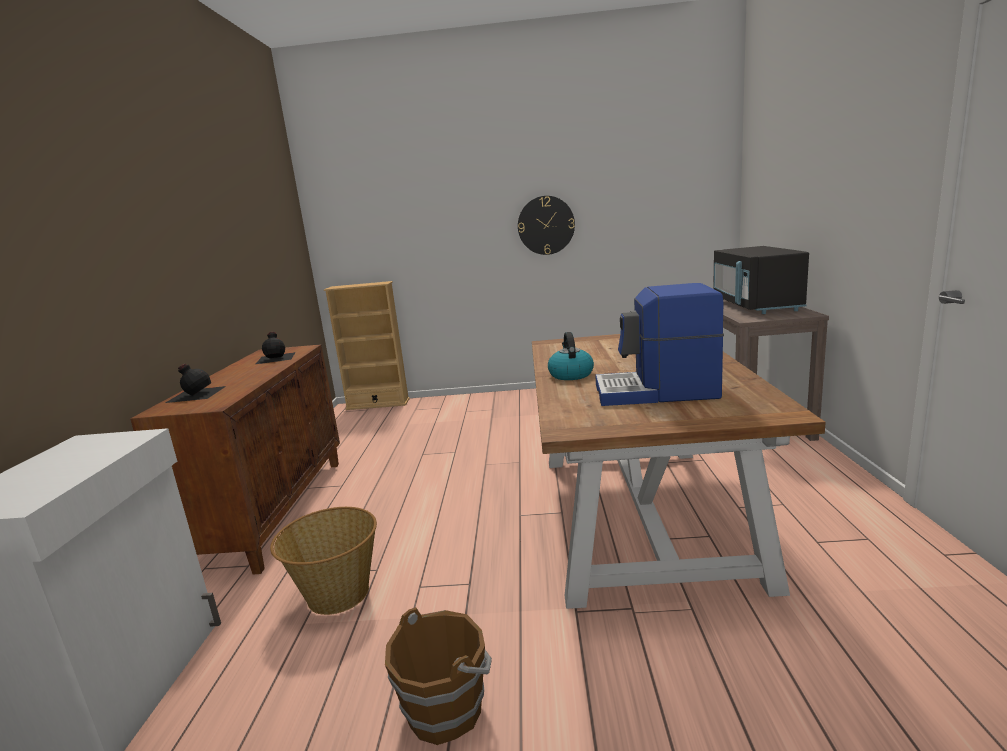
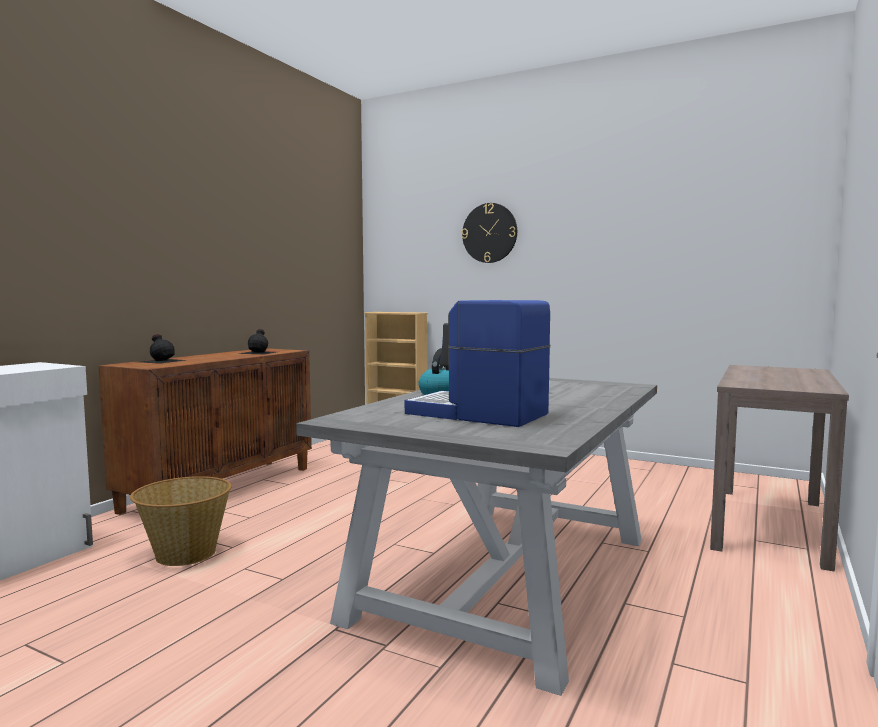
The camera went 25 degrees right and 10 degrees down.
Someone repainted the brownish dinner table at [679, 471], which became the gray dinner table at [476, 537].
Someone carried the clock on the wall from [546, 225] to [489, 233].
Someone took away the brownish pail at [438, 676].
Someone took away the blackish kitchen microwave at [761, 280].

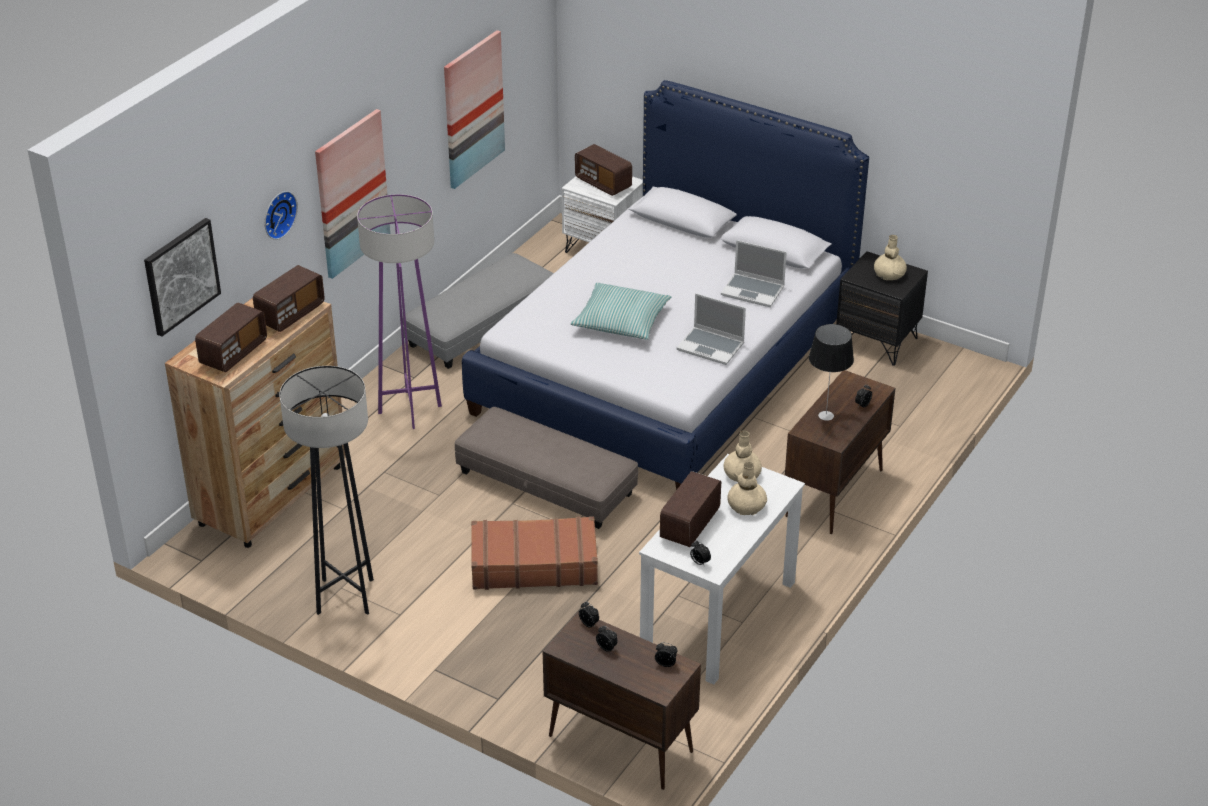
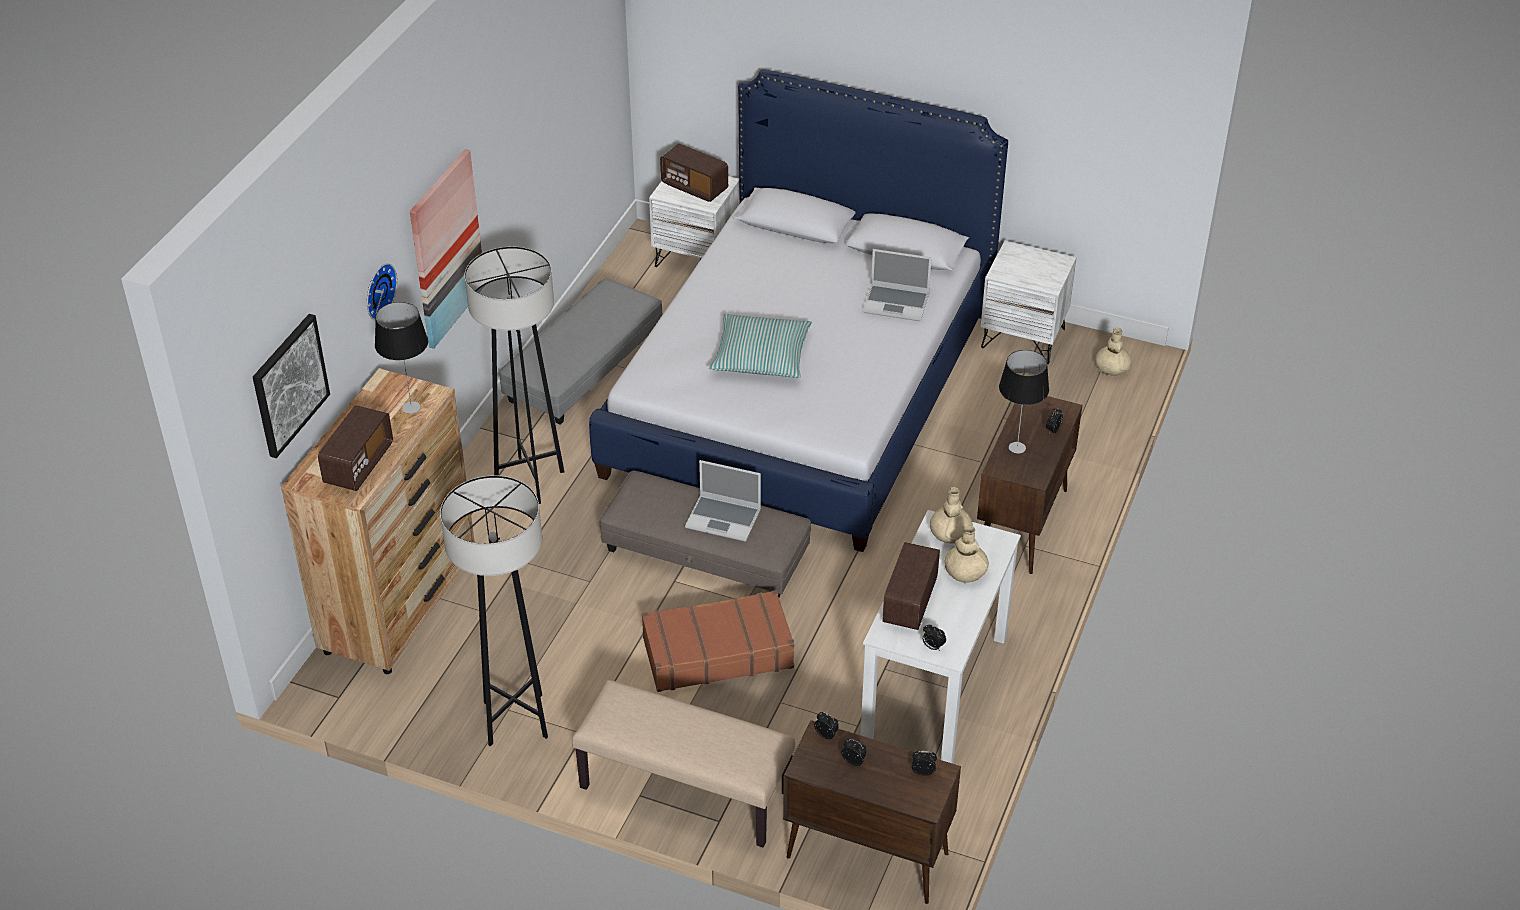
The camera went 10 degrees left and 5 degrees up.
Someone swapped the radio at [289, 298] for the lamp for a table at [401, 358].
Someone repainted the purple-coloured floor lamp at [399, 311], which became the blackish floor lamp at [514, 375].
Someone put down the sand-coloured indoor bench at [683, 763].
Someone carried the portable computer from [711, 329] to [723, 501].
Someone repainted the blackish night table at [882, 308], which became the whitish night table at [1029, 302].
Someone carried the sand-coloured flower vase from [890, 257] to [1113, 352].
Someone took away the picture at [474, 109].

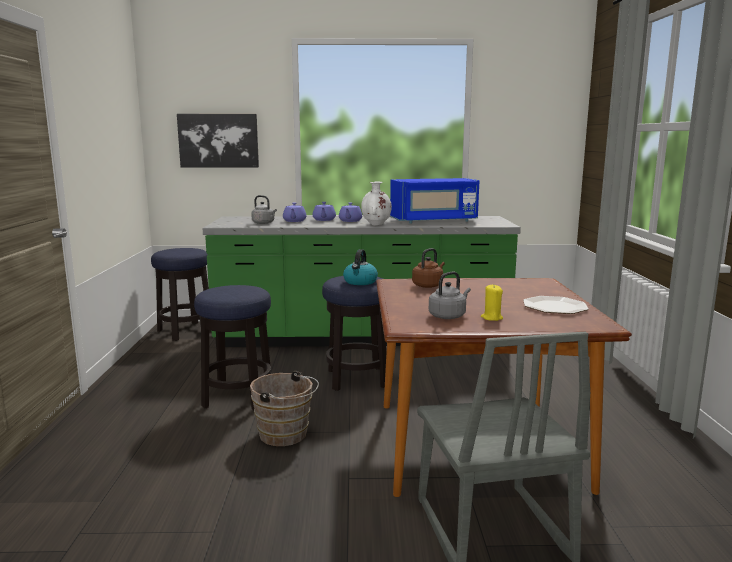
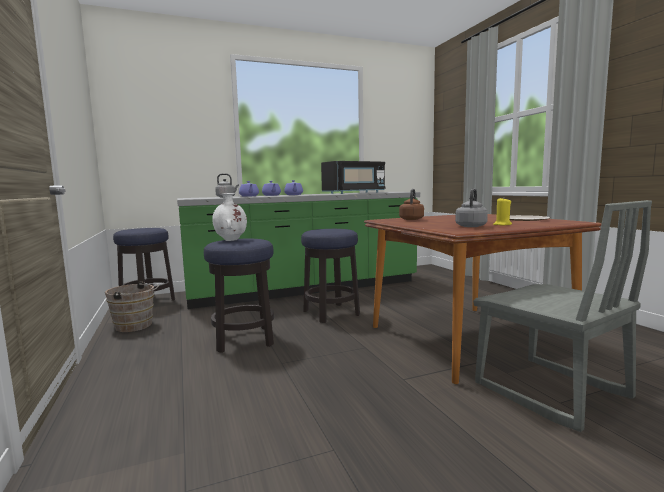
The camera went 20 degrees left and 5 degrees down.
Someone carried the brownish pail from [284, 408] to [132, 306].
Someone carried the whitish flower vase from [376, 203] to [229, 217].
Someone repainted the blue kitchen microwave at [434, 201], which became the blackish kitchen microwave at [353, 177].
Someone took away the picture at [218, 141].
Someone took away the tea kettle at [360, 267].

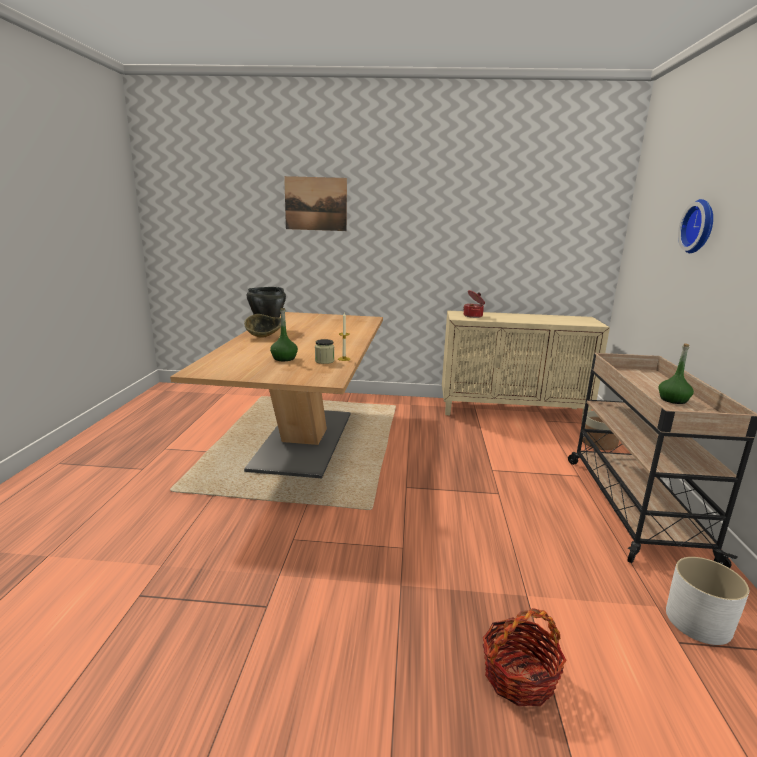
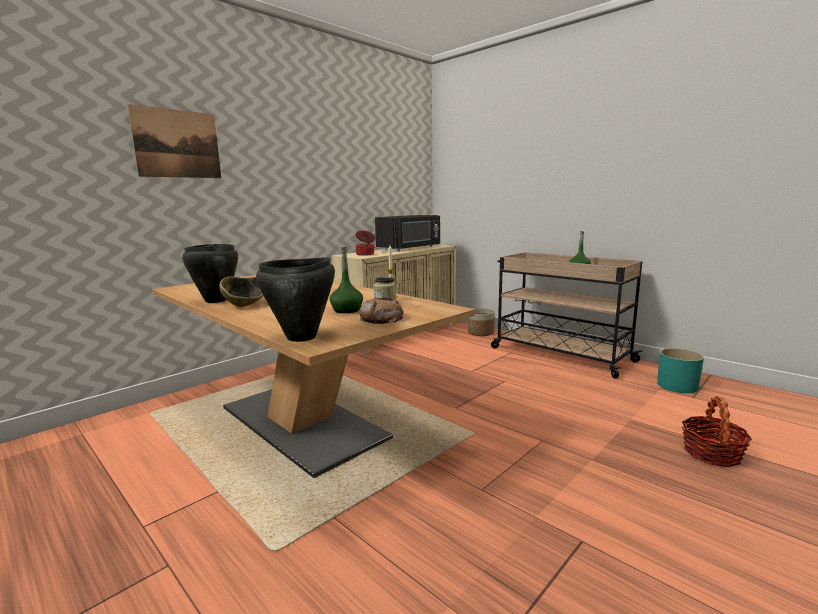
The camera went 50 degrees left and 5 degrees down.
Someone put down the blackish saucepot at [295, 299].
Someone put down the bread at [381, 310].
Someone put down the blackish kitchen microwave at [407, 233].
Someone repainted the whitish planter at [707, 601], which became the turquoise planter at [680, 370].
Someone took away the clock on the wall at [695, 226].

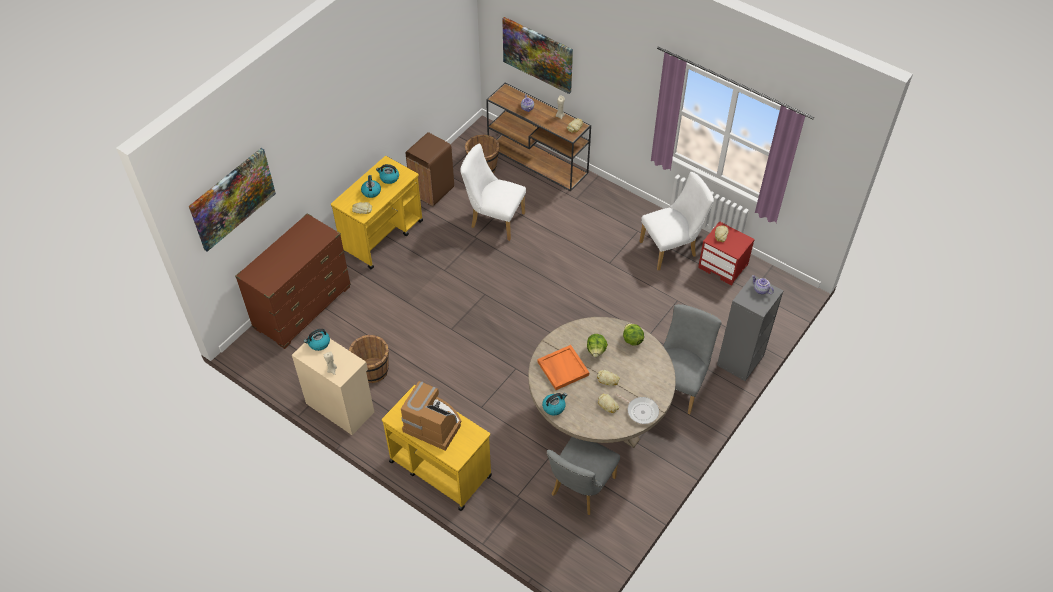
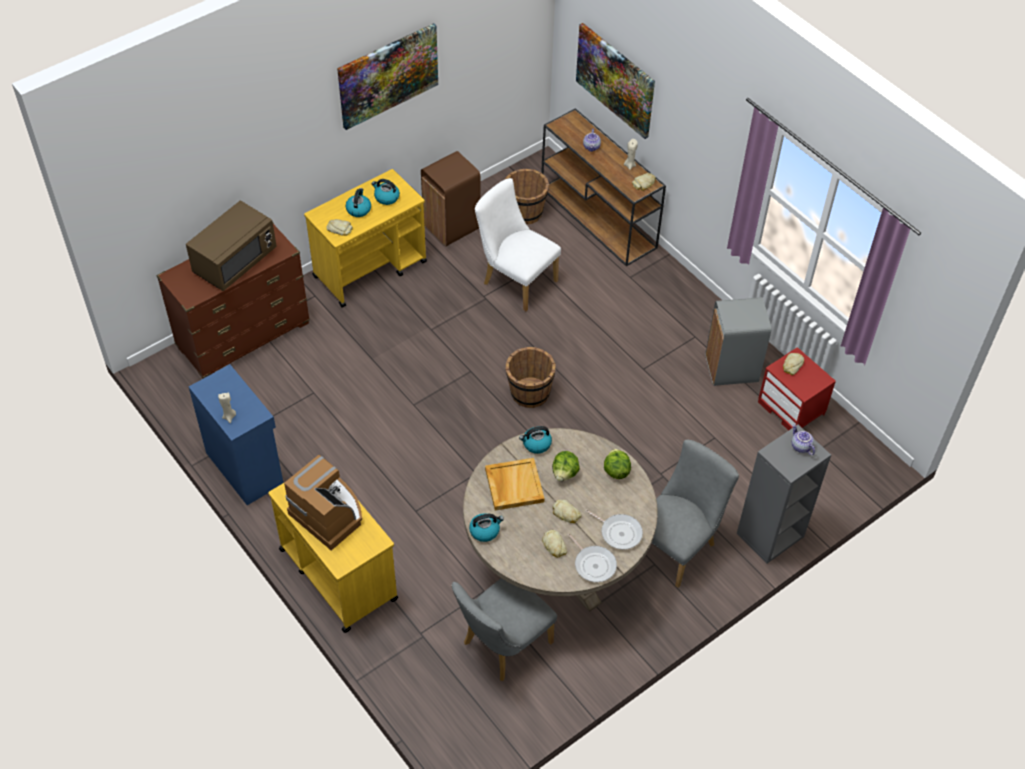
The camera went 15 degrees right and 0 degrees up.
Someone put down the brownish kitchen microwave at [231, 246].
Someone repainted the sand-coloured storage cabinet at [333, 387], which became the blue storage cabinet at [236, 434].
Someone carried the picture from [232, 200] to [387, 76].
Someone repainted the orangey tray at [563, 367], which became the sand-coloured tray at [515, 484].
Someone carried the brownish pail from [369, 359] to [531, 377].
Someone carried the tea kettle from [317, 340] to [535, 440].
Someone put down the skillet at [614, 529].
Someone swapped the whitish plain chair at [676, 221] for the gray waste bin at [738, 341].

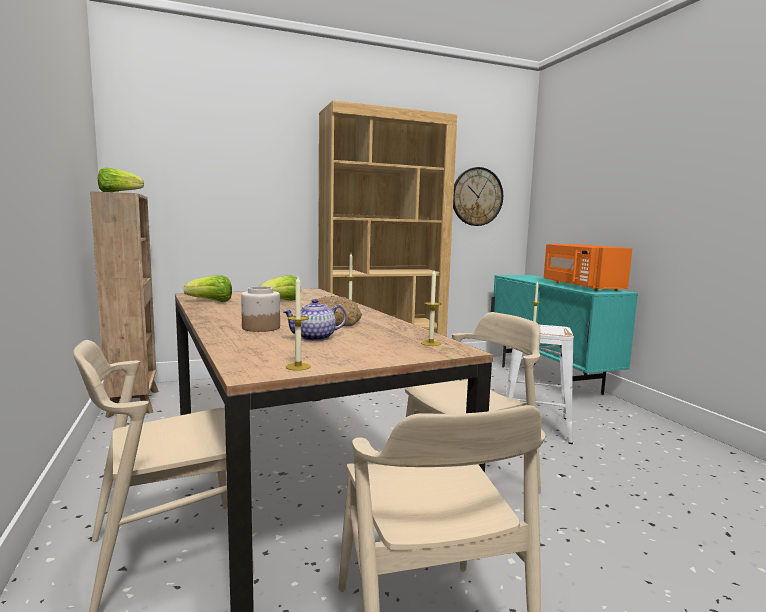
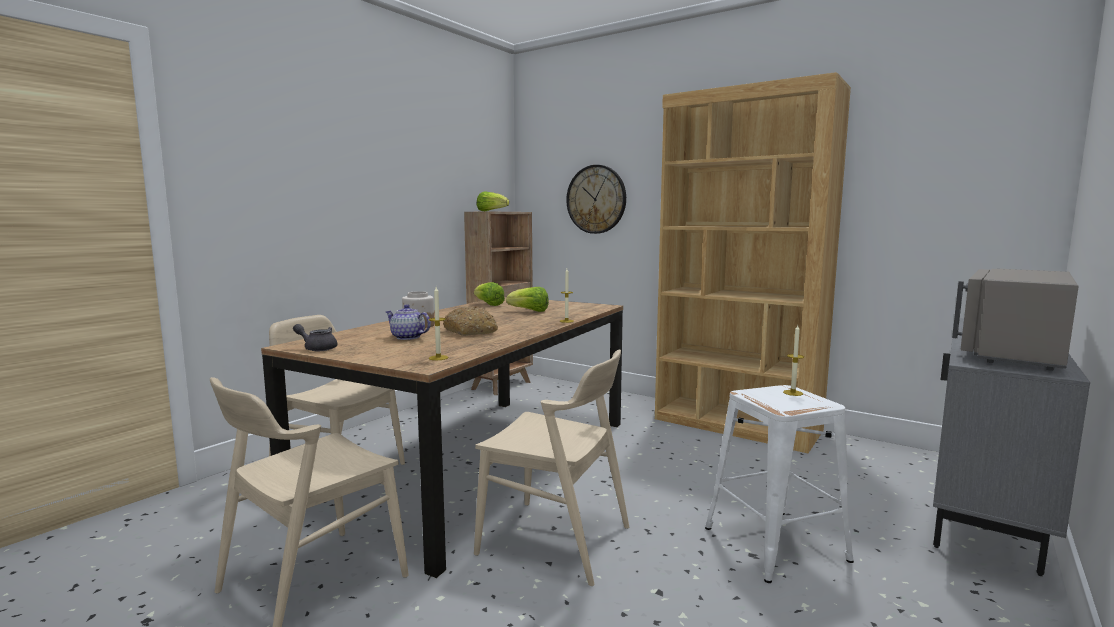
The camera went 55 degrees right and 0 degrees up.
Someone swapped the wax candle at [298, 323] for the gray pot for tea at [315, 337].
Someone carried the clock on the wall from [478, 196] to [596, 199].
Someone repainted the turquoise storage cabinet at [564, 335], which became the gray storage cabinet at [1011, 447].
Someone repainted the orangey kitchen microwave at [588, 267], which became the gray kitchen microwave at [1015, 319].

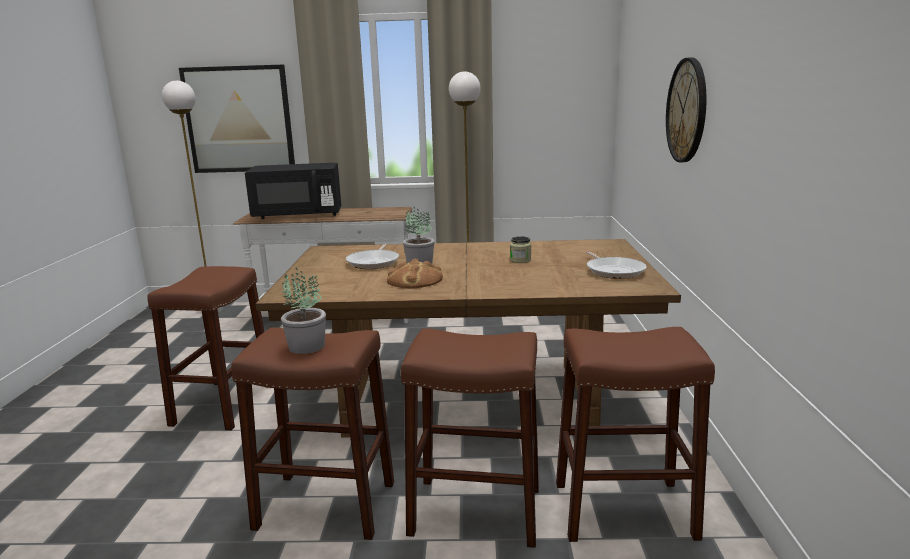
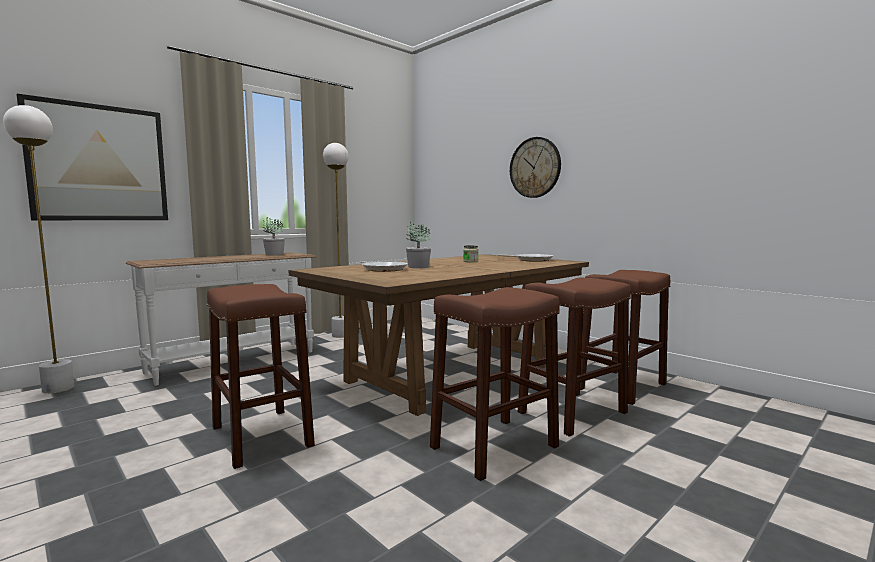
The camera went 45 degrees left and 10 degrees down.
Someone carried the houseplant from [303, 311] to [274, 236].
Someone took away the blackish kitchen microwave at [293, 191].
Someone took away the bread at [415, 273].

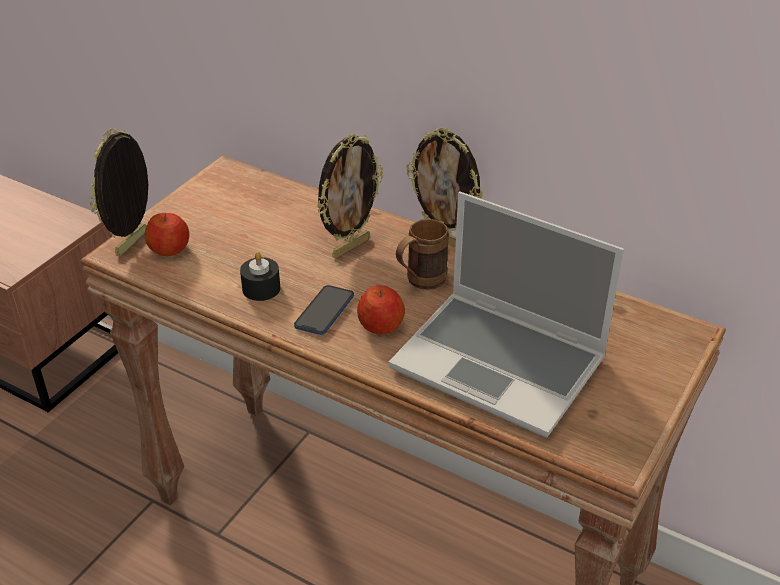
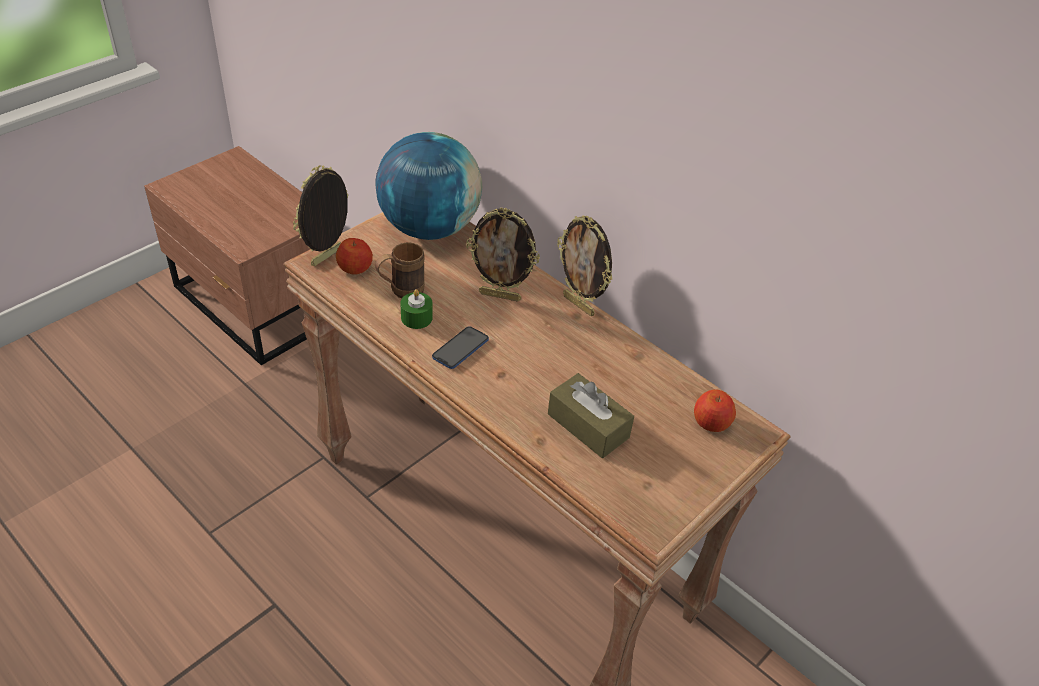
The camera went 10 degrees right and 5 degrees up.
Someone put down the globe at [428, 186].
Someone carried the brownish coffee mug from [422, 254] to [400, 270].
Someone repainted the blackish wax candle at [260, 276], which became the greenish wax candle at [417, 309].
Someone rotated the photo frame at [350, 196] by 45 degrees clockwise.
Someone swapped the portable computer at [506, 315] for the brownish tissue box at [591, 415].
Someone carried the whole apple from [381, 309] to [715, 410].

